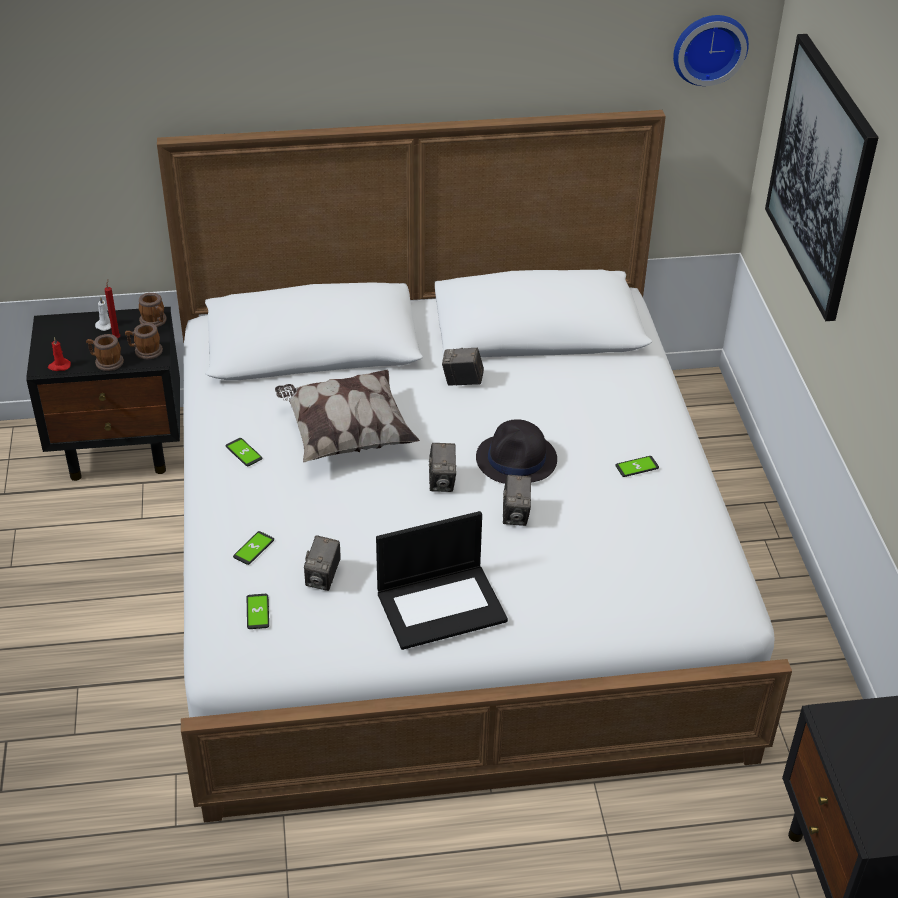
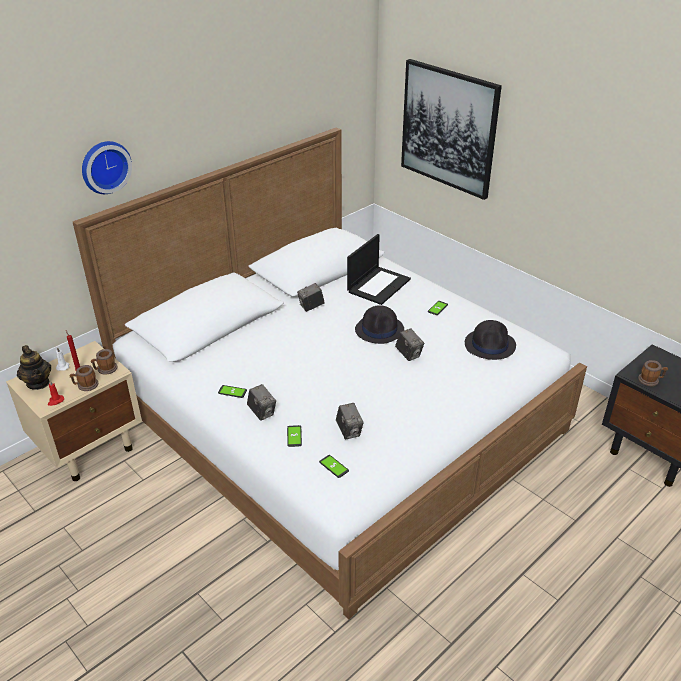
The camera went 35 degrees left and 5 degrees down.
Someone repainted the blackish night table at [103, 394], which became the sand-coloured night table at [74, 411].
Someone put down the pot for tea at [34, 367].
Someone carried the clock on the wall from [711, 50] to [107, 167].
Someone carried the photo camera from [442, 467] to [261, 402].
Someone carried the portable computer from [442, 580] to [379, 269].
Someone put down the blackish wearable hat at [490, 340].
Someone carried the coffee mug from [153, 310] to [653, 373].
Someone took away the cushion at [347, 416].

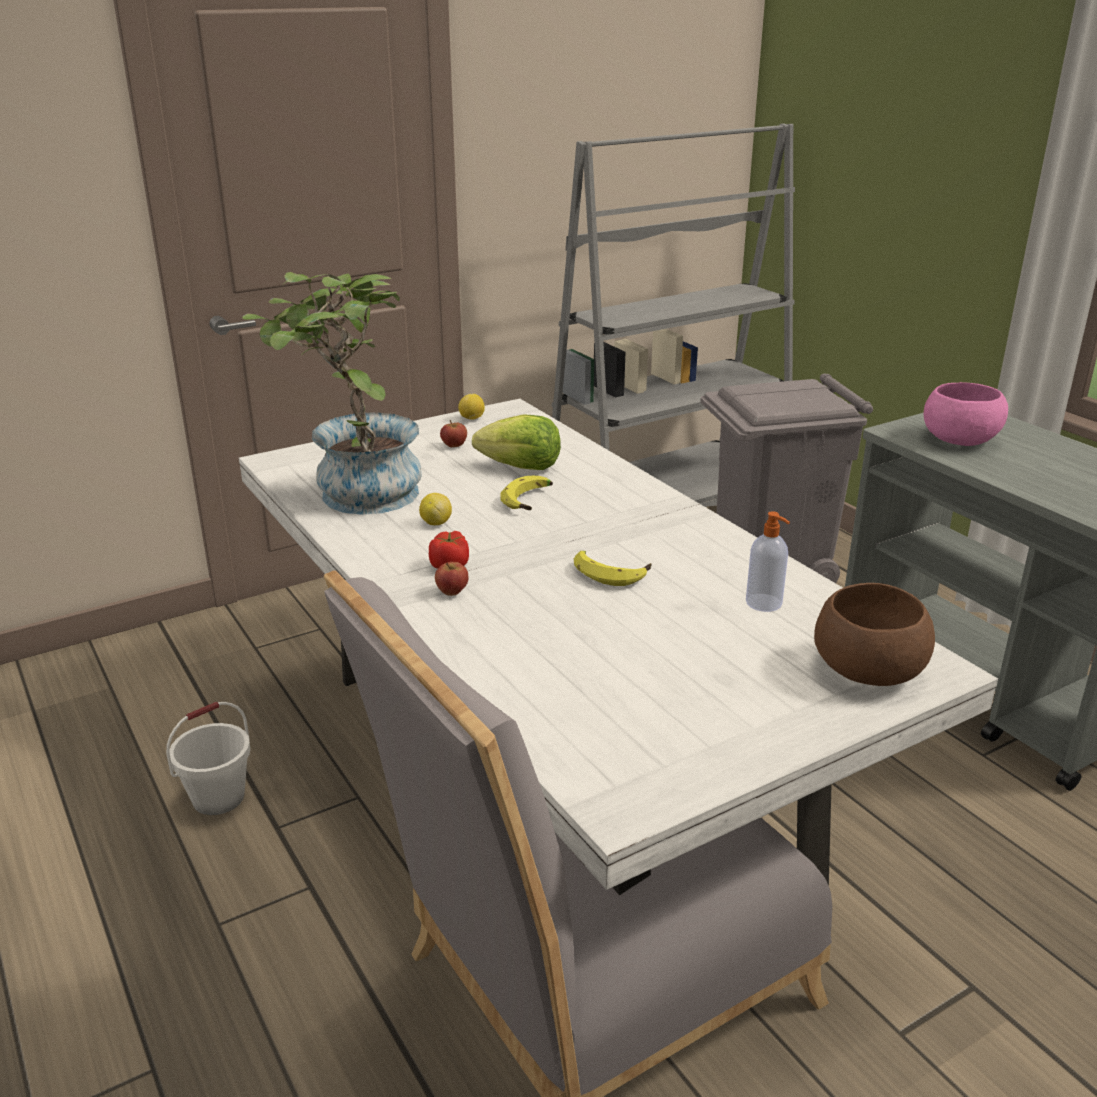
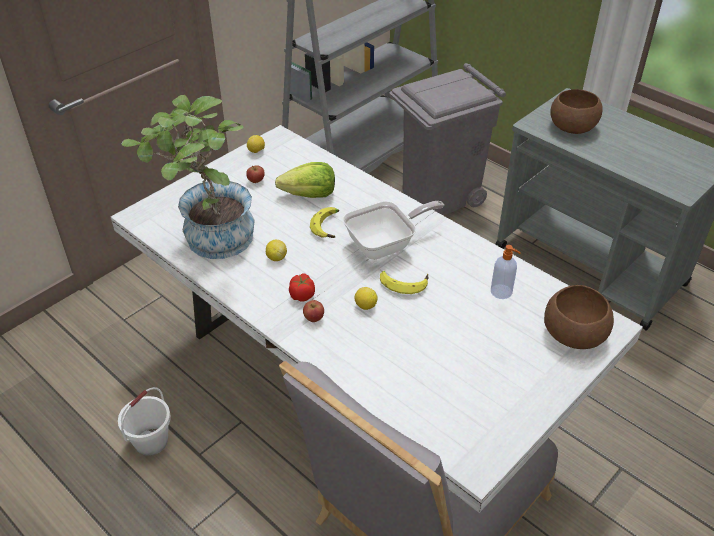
The camera went 15 degrees left and 15 degrees up.
Someone put down the skillet at [393, 230].
Someone put down the whole lemon at [366, 298].
Someone repainted the pinkish deep dish at [966, 414], which became the brownish deep dish at [576, 111].

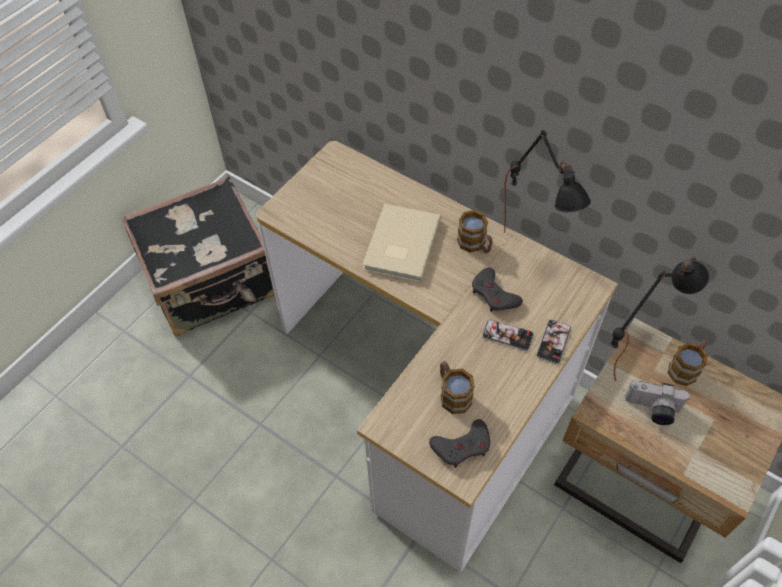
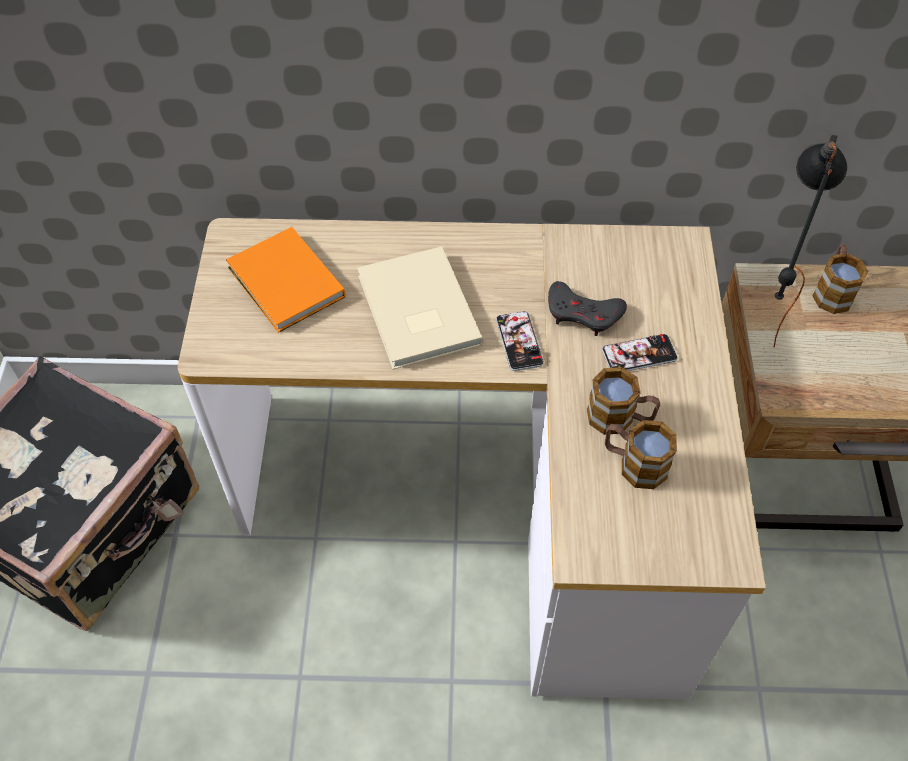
The camera went 35 degrees left and 0 degrees up.
Someone put down the orangey book at [285, 280].
Someone carried the handset from [553, 342] to [520, 341].
Someone carried the coffee mug from [475, 231] to [623, 401].
Someone took away the gray game controller at [459, 443].
Someone took away the blackish lamp for a table at [547, 181].
Someone took away the photo camera at [657, 403].

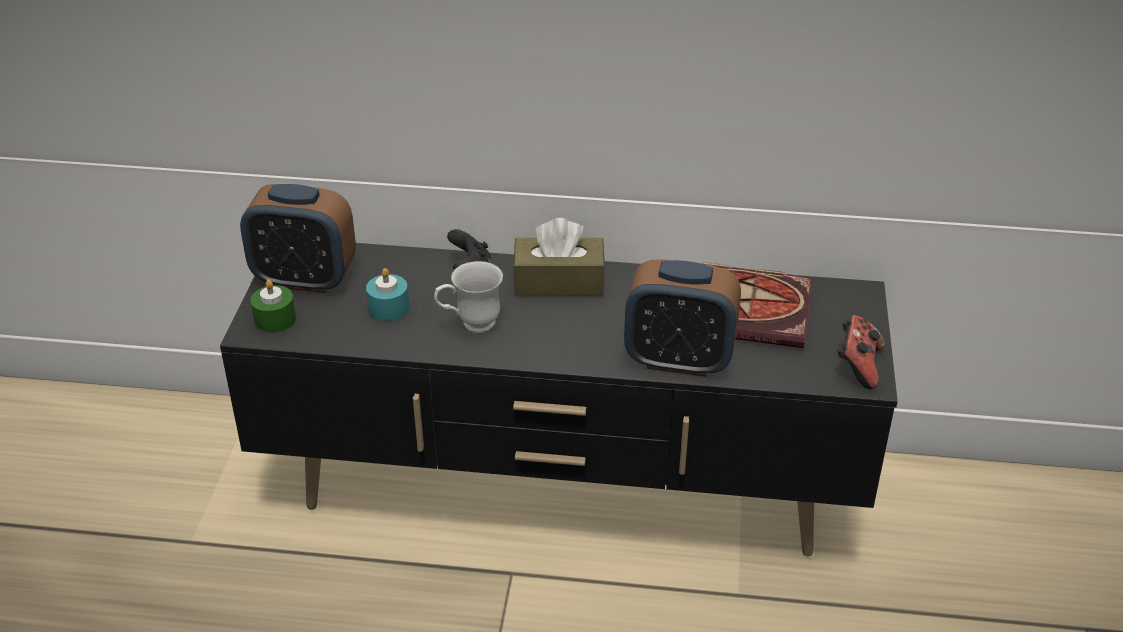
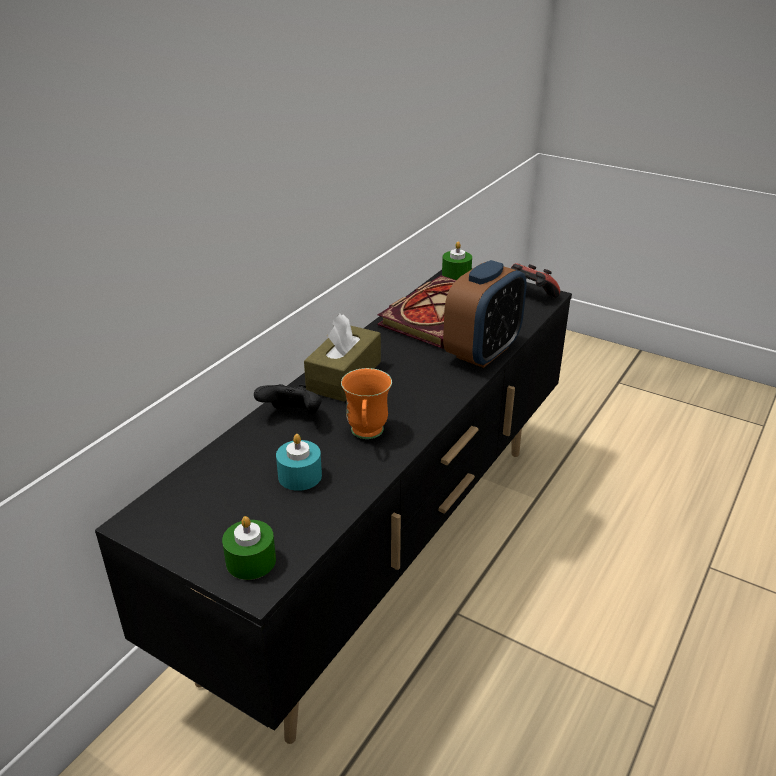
The camera went 65 degrees left and 5 degrees down.
Someone repainted the whitish coffee mug at [468, 297], which became the orangey coffee mug at [366, 403].
Someone put down the greenish wax candle at [457, 260].
Someone took away the alarm clock at [298, 238].

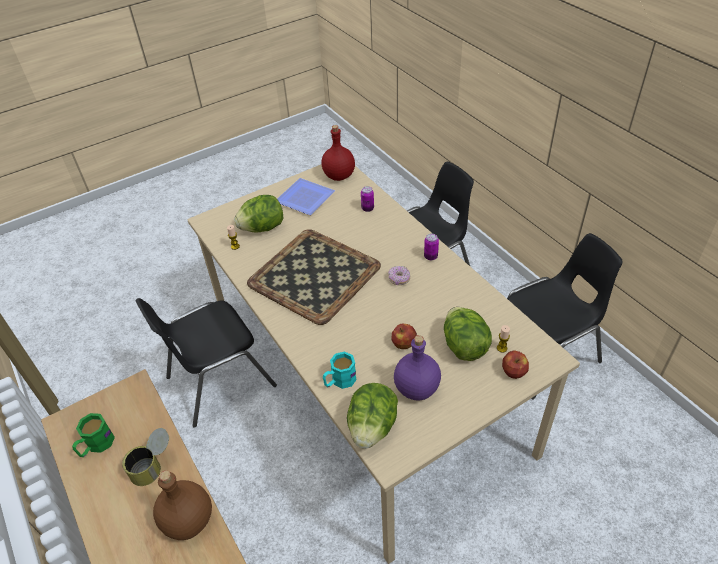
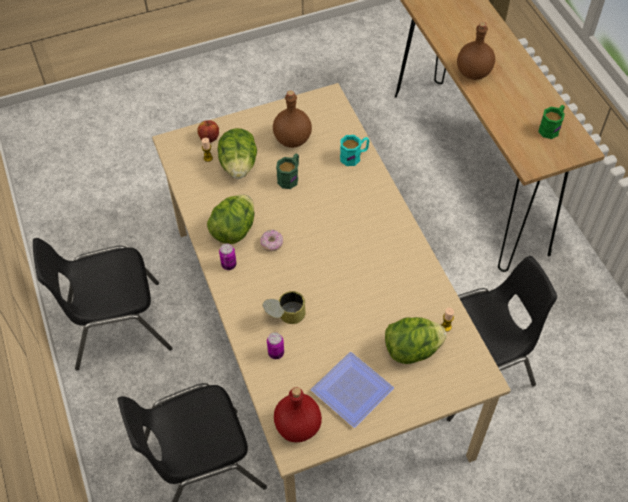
The camera went 170 degrees left and 10 degrees up.
Someone carried the lettuce from [372, 416] to [230, 219].
Someone carried the can from [145, 457] to [283, 307].
Someone repainted the purple-coloured beverage bottle at [417, 368], which became the brownish beverage bottle at [292, 119].
Someone swapped the whole apple at [404, 336] for the greenish coffee mug at [287, 171].
Someone took away the tray at [314, 277].

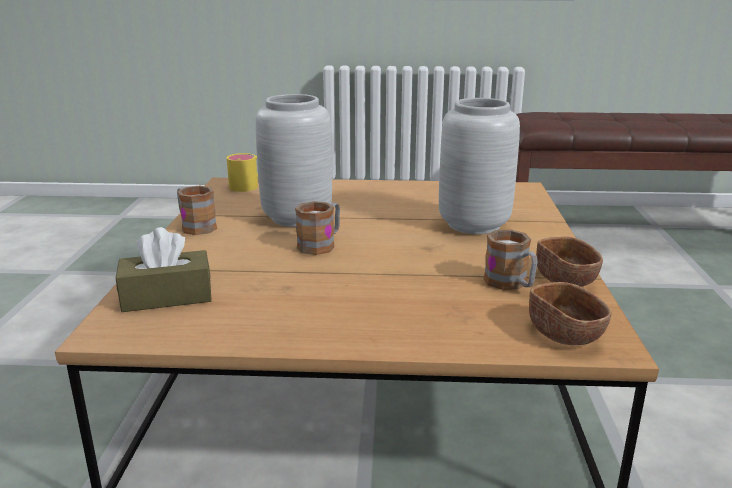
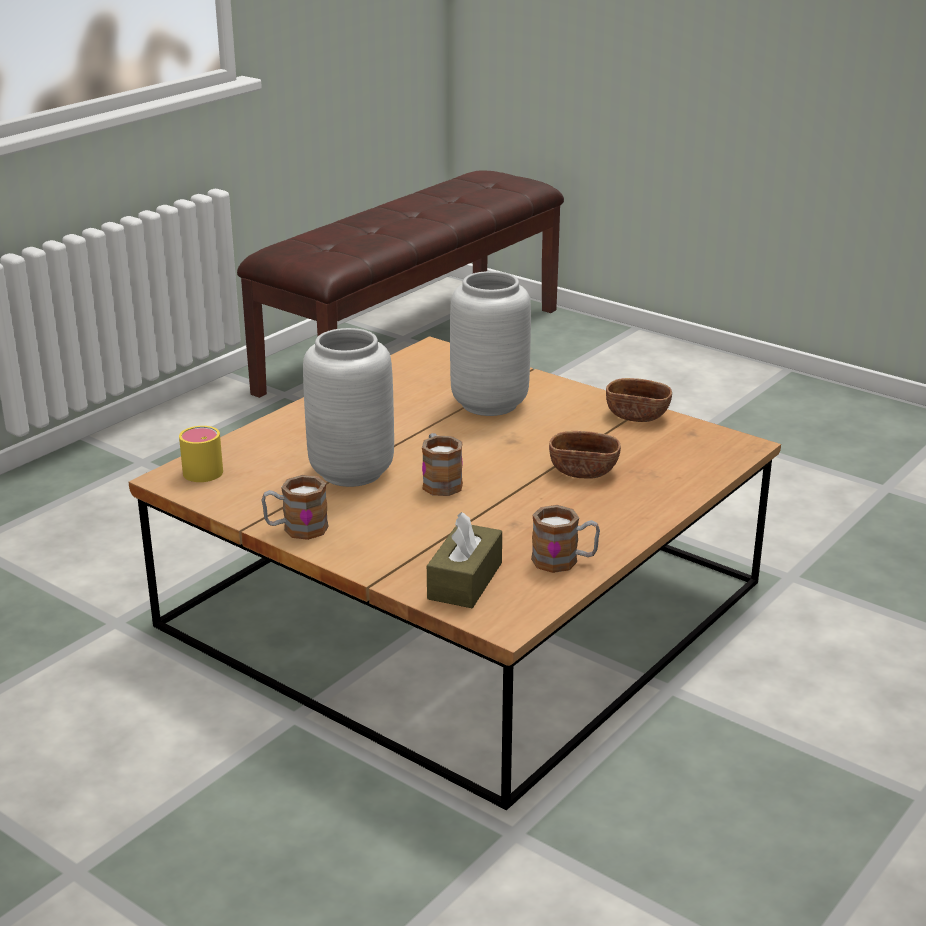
The camera went 55 degrees left and 5 degrees up.
Someone carried the coffee mug from [511, 259] to [565, 539].
Someone carried the brownish deep dish from [570, 313] to [585, 455].

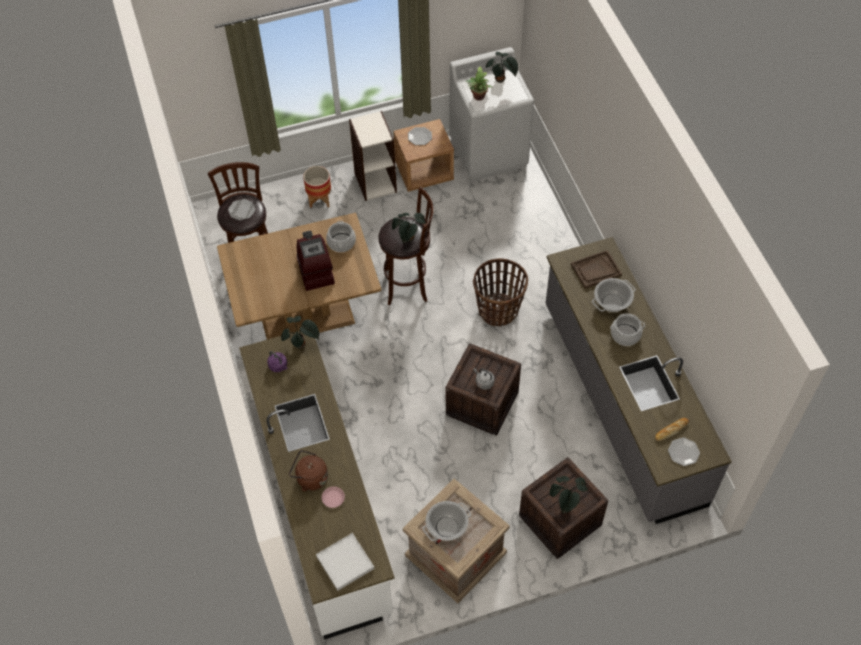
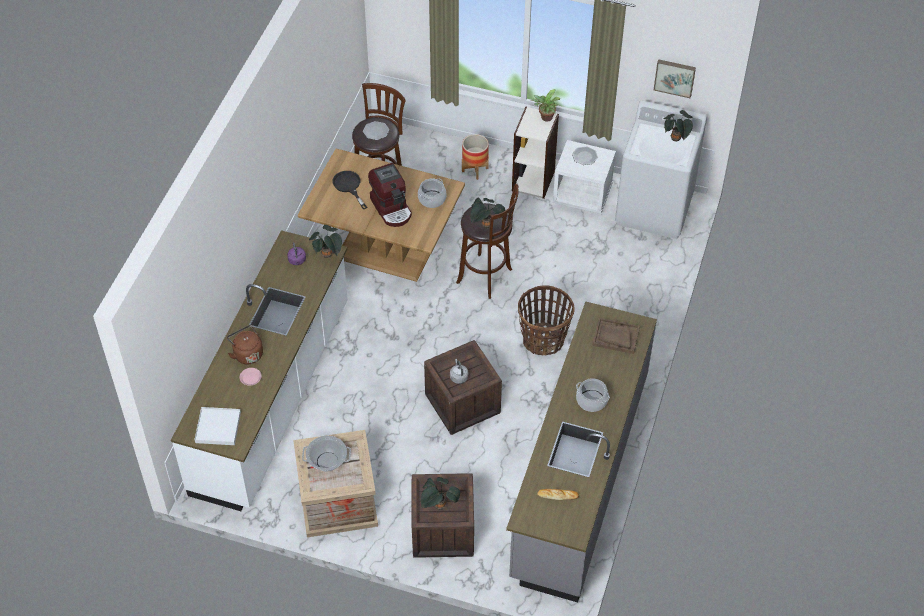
The camera went 35 degrees right and 5 degrees down.
Someone put down the blackish skillet at [350, 190].
Someone rotated the coffee maker at [315, 261] by 135 degrees clockwise.
Someone carried the houseplant from [479, 83] to [545, 105].
Someone repainted the brownish night table at [423, 155], which became the whitish night table at [584, 177].
Someone put up the picture at [675, 78].
Someone took away the saucepot at [614, 295].
Someone took away the plate at [684, 452].

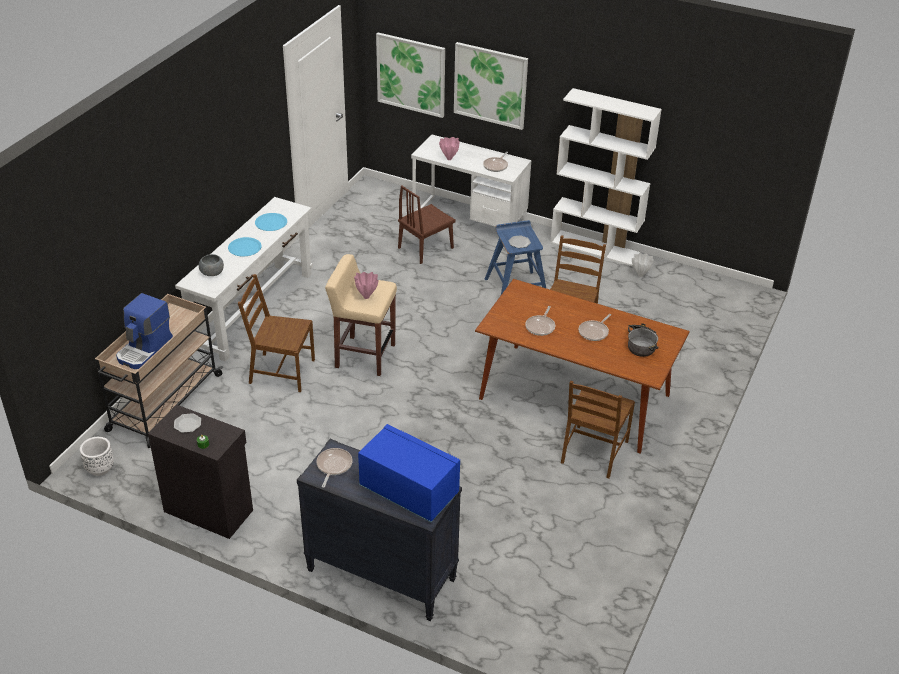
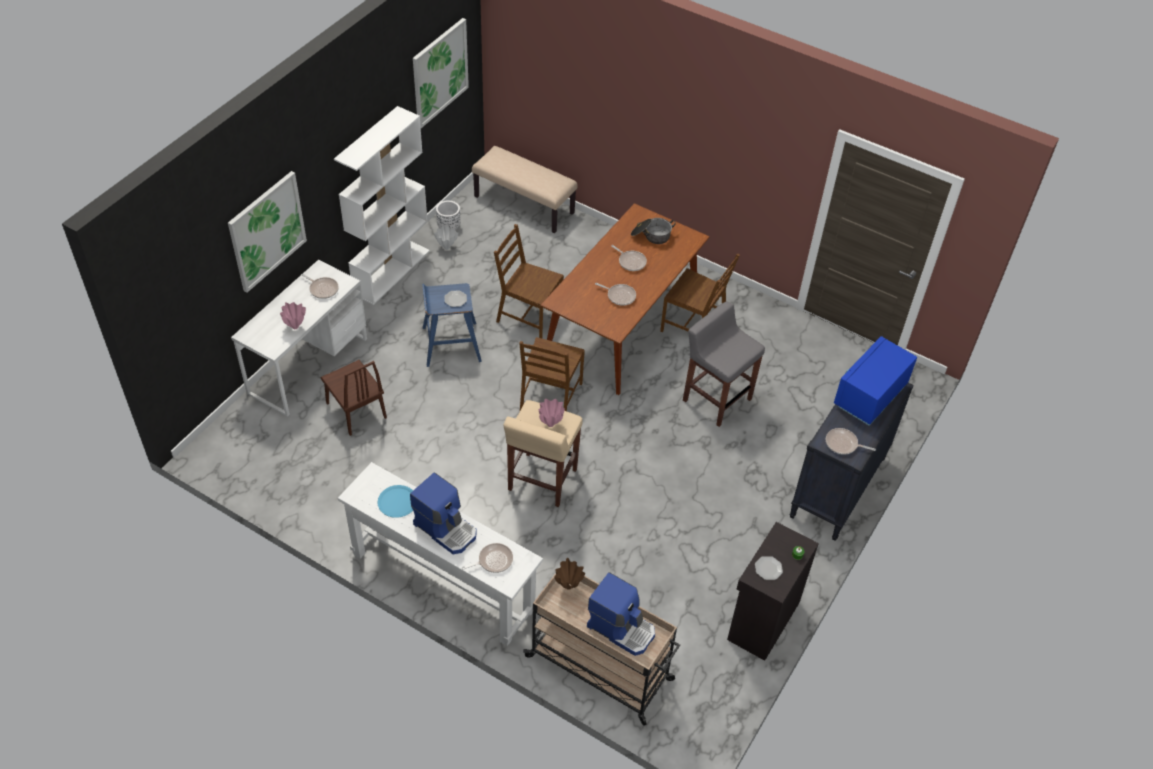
The camera went 85 degrees left and 10 degrees up.
Someone swapped the blue plate at [245, 247] for the coffee maker at [443, 513].
Someone carried the picture from [410, 75] to [441, 73].
Someone carried the whitish planter from [97, 456] to [448, 215].
Someone swapped the gray deep dish at [211, 265] for the skillet at [487, 558].
Someone put down the sand-coloured indoor bench at [525, 189].
Someone carried the brownish plain chair from [276, 333] to [552, 374].
Someone put down the brownish flower vase at [569, 573].
Someone put down the gray sitting stool at [724, 364].

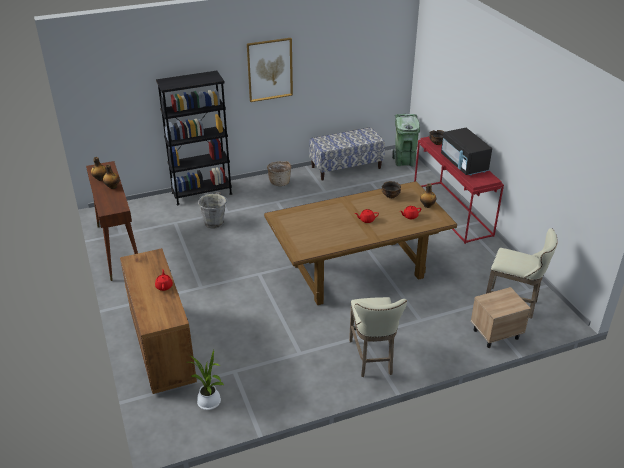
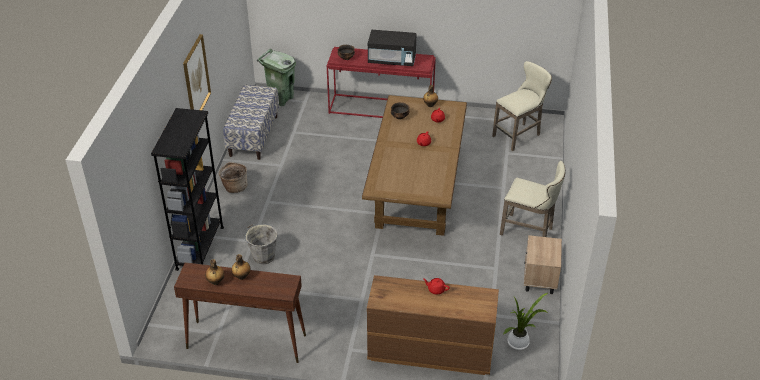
The camera went 60 degrees left and 5 degrees up.
Someone carried the sand-coloured night table from [501, 317] to [543, 264].

